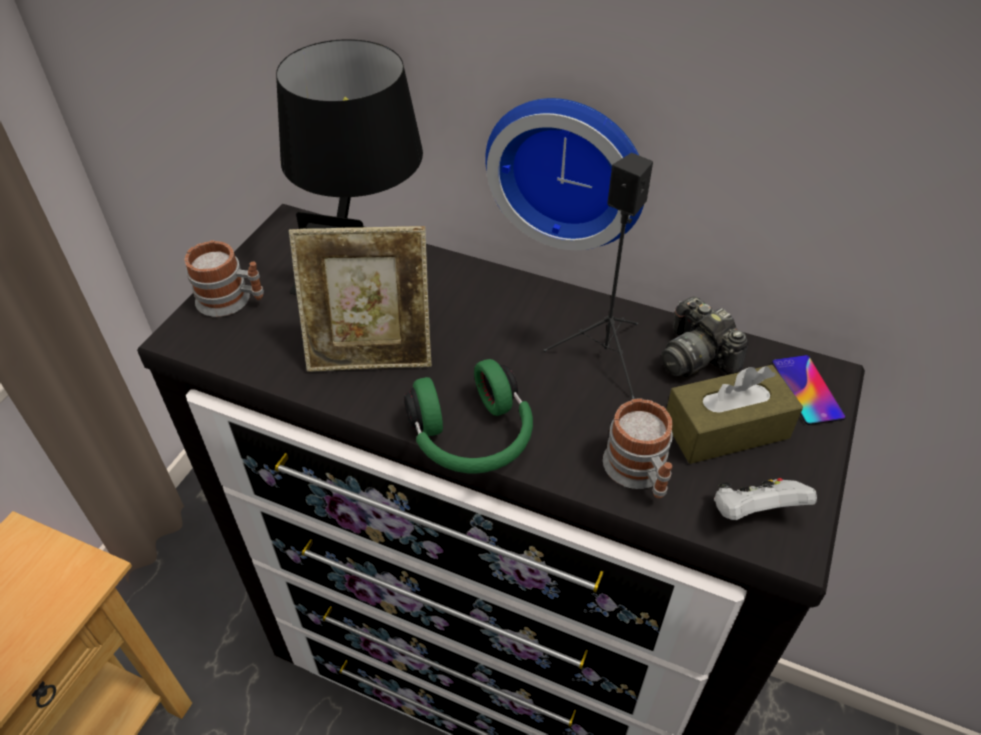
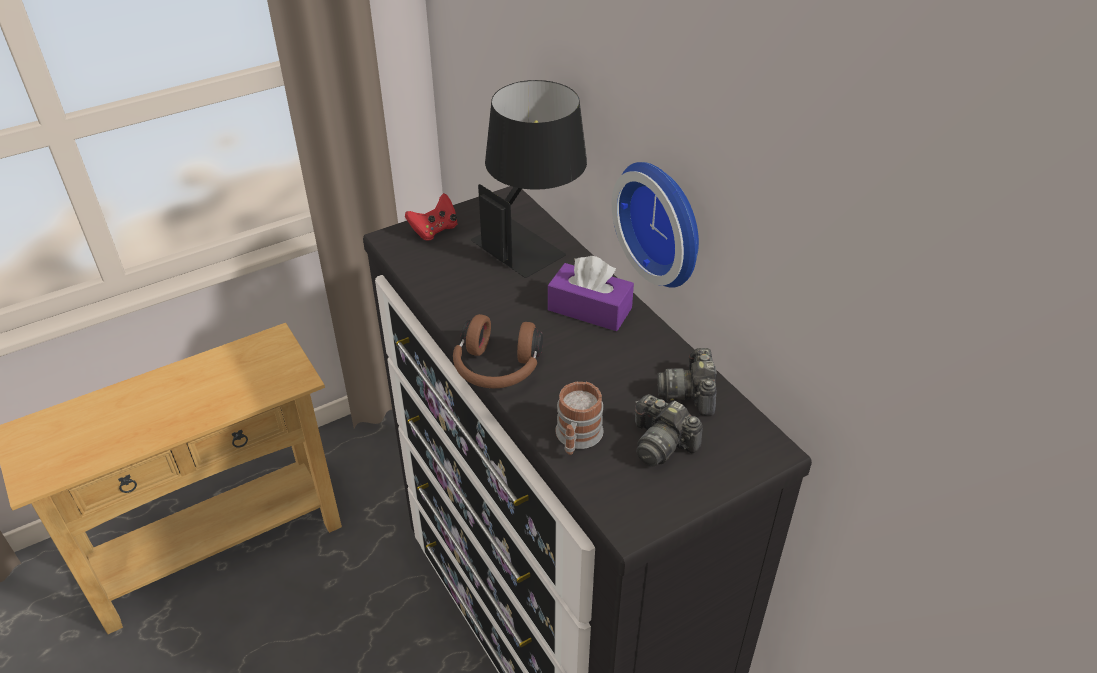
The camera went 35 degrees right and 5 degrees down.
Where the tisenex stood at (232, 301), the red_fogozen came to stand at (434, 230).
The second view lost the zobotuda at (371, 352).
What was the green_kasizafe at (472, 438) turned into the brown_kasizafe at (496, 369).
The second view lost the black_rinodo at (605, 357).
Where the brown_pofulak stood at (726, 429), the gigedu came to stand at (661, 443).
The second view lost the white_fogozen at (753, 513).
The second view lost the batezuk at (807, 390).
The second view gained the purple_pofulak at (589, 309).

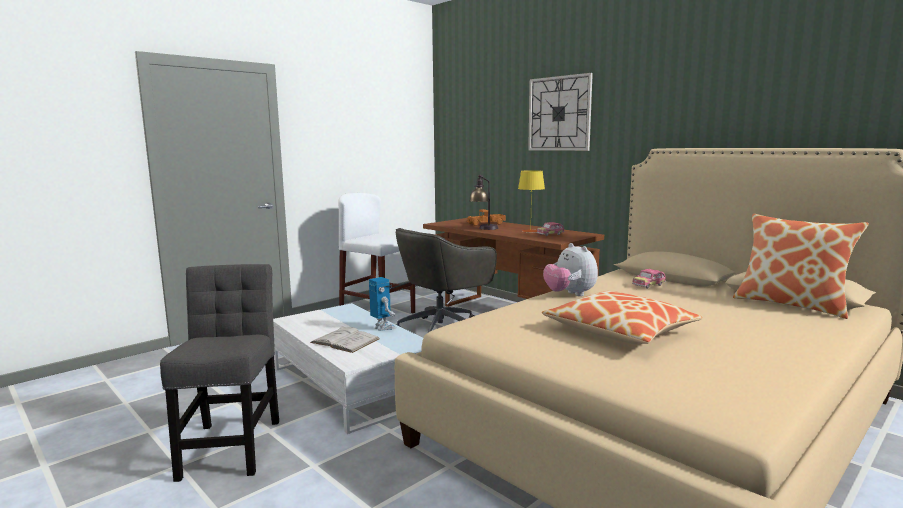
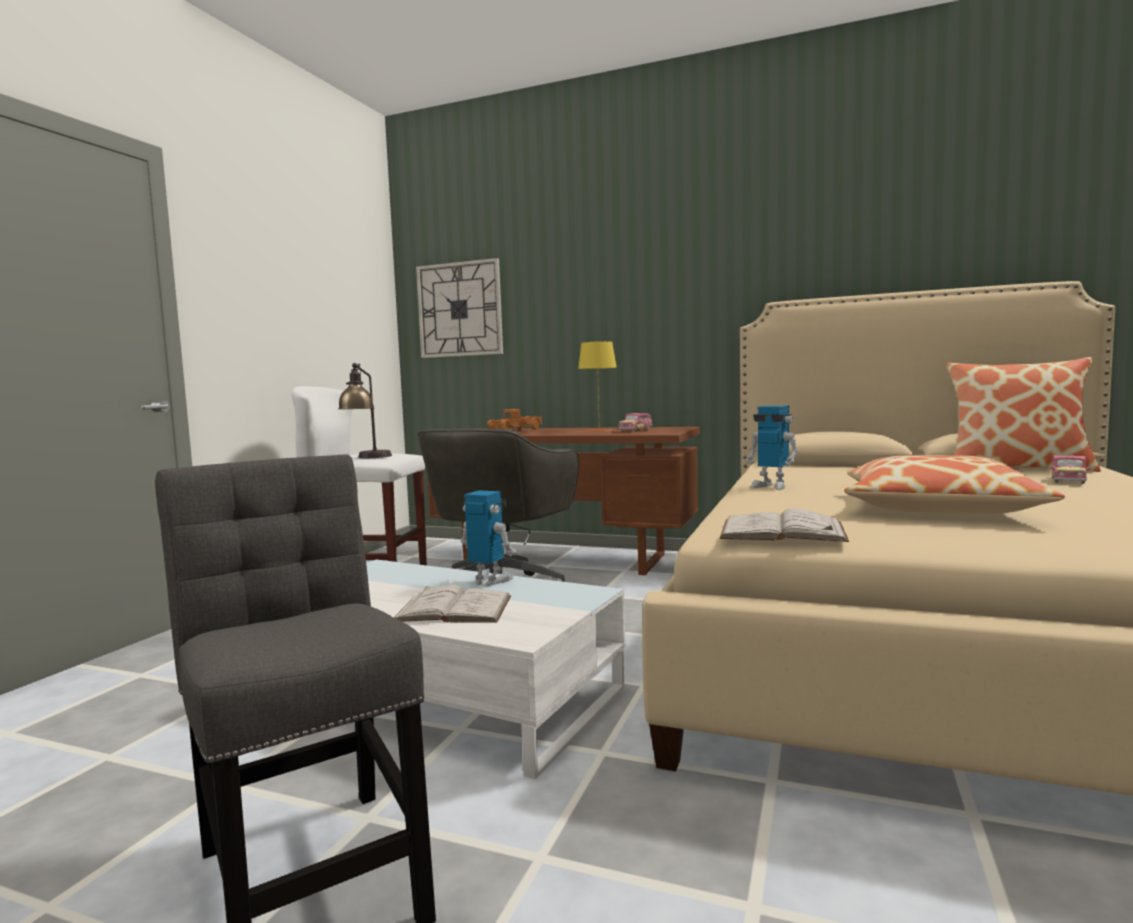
The camera went 25 degrees left and 5 degrees down.
The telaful ended up elsewhere, having gone from (483, 229) to (367, 458).
The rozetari ended up elsewhere, having gone from (559, 113) to (460, 309).
Where the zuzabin stood at (570, 294), the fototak came to stand at (771, 486).
The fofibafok ended up elsewhere, having gone from (648, 285) to (1068, 481).
The second view gained the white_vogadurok at (782, 530).

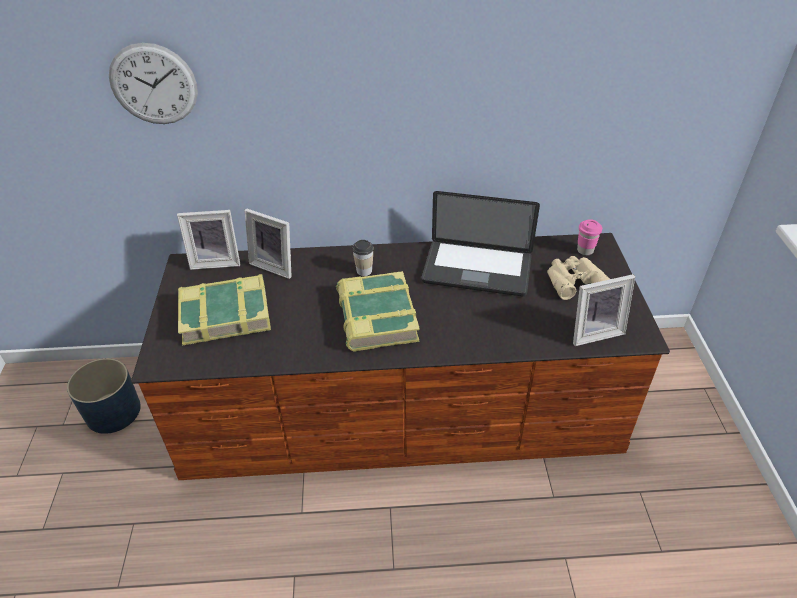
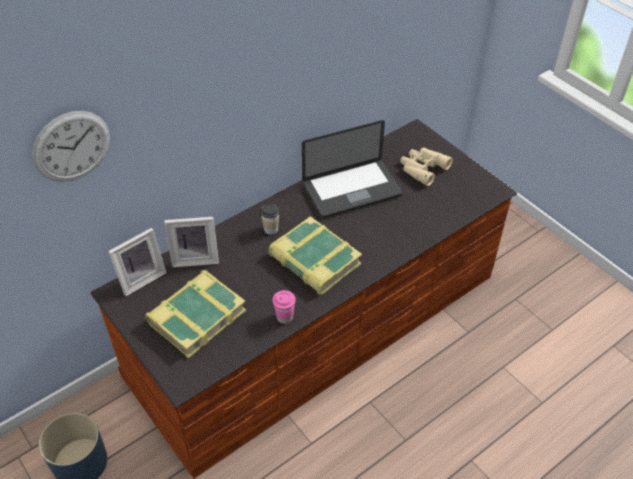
The camera went 35 degrees left and 5 degrees up.
The second view lost the zobotuda at (593, 332).
The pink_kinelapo ended up elsewhere, having gone from (585, 250) to (284, 317).

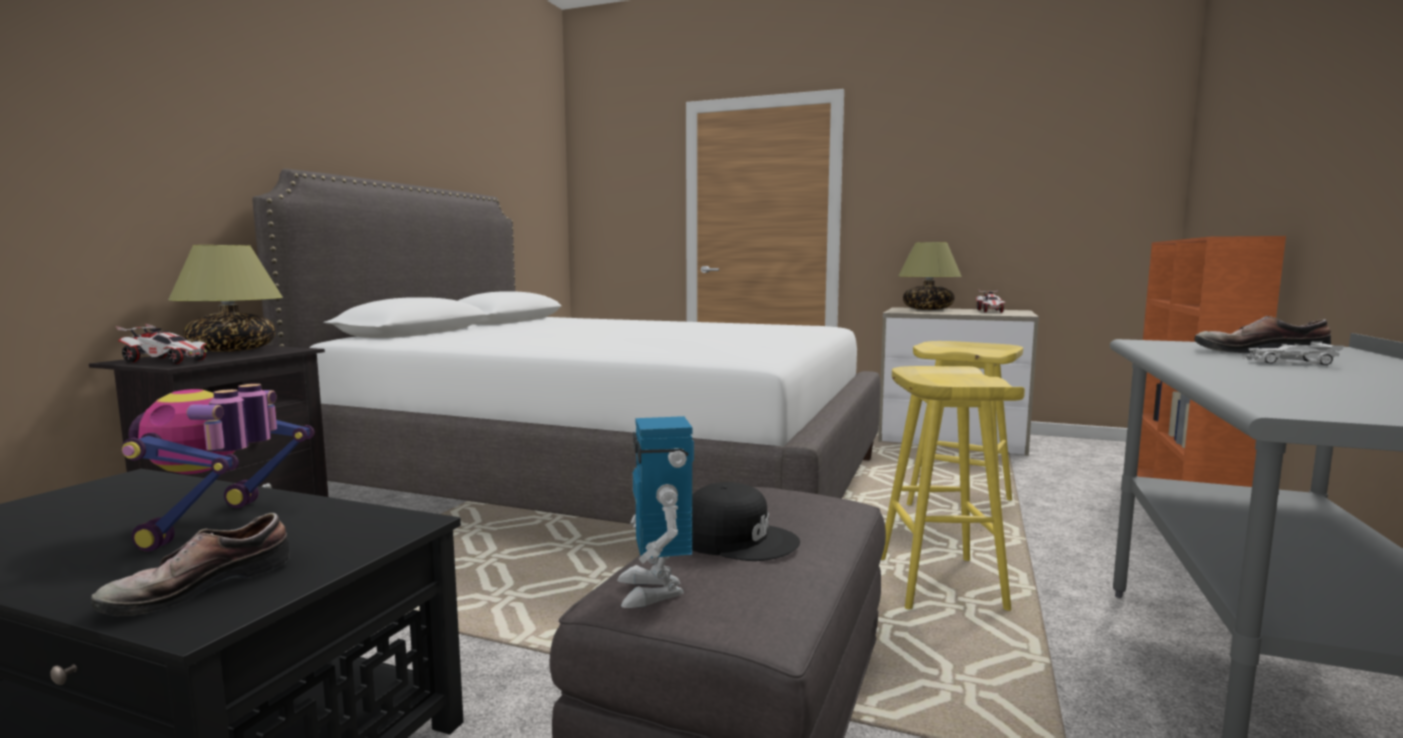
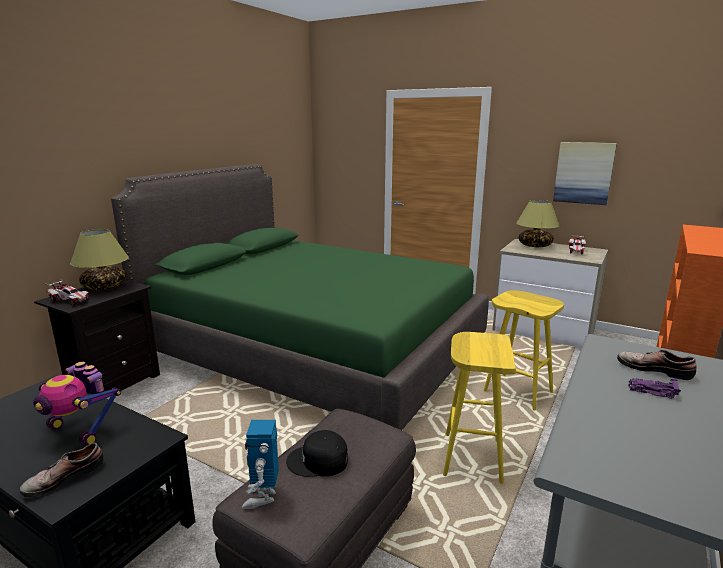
The camera went 10 degrees right and 10 degrees up.
The fototak at (220, 525) ended up facing another way, 75 degrees counterclockwise from before.
What was the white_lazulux at (608, 479) turned into the green_lazulux at (315, 352).
The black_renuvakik at (737, 539) ended up facing another way, 150 degrees clockwise from before.
What was the white_fofibafok at (1288, 362) turned into the purple_fofibafok at (652, 391).
The second view gained the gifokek at (583, 173).

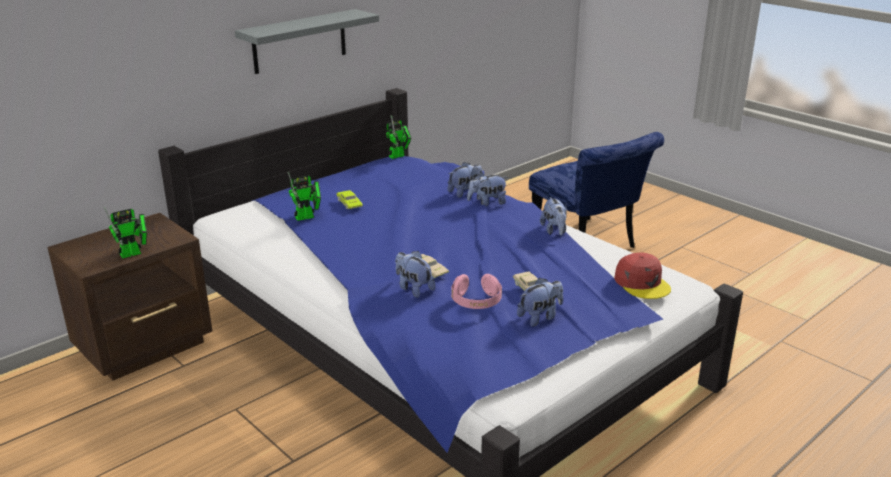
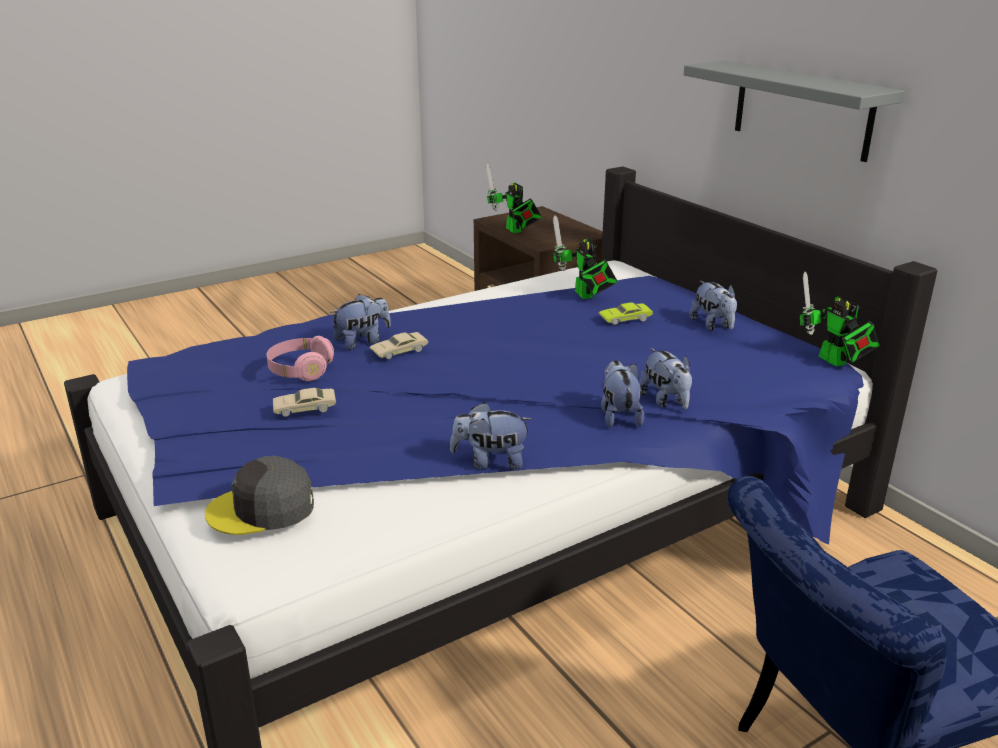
The camera went 100 degrees right and 0 degrees up.
The zuzabin ended up elsewhere, having gone from (540, 317) to (713, 325).
What was the red_renuvakik at (642, 283) turned into the grey_renuvakik at (262, 508).

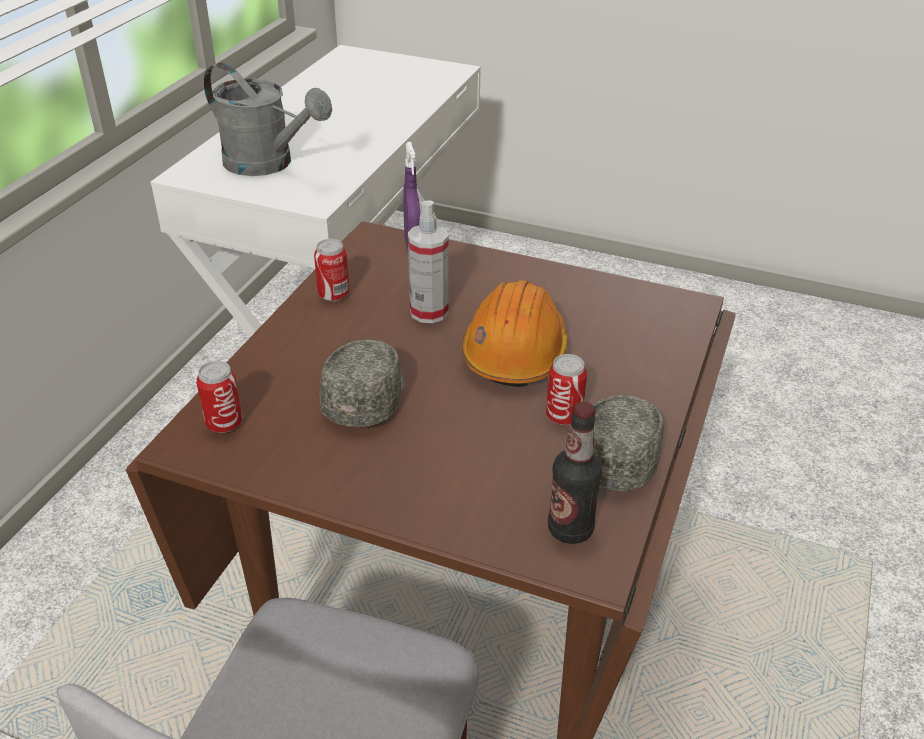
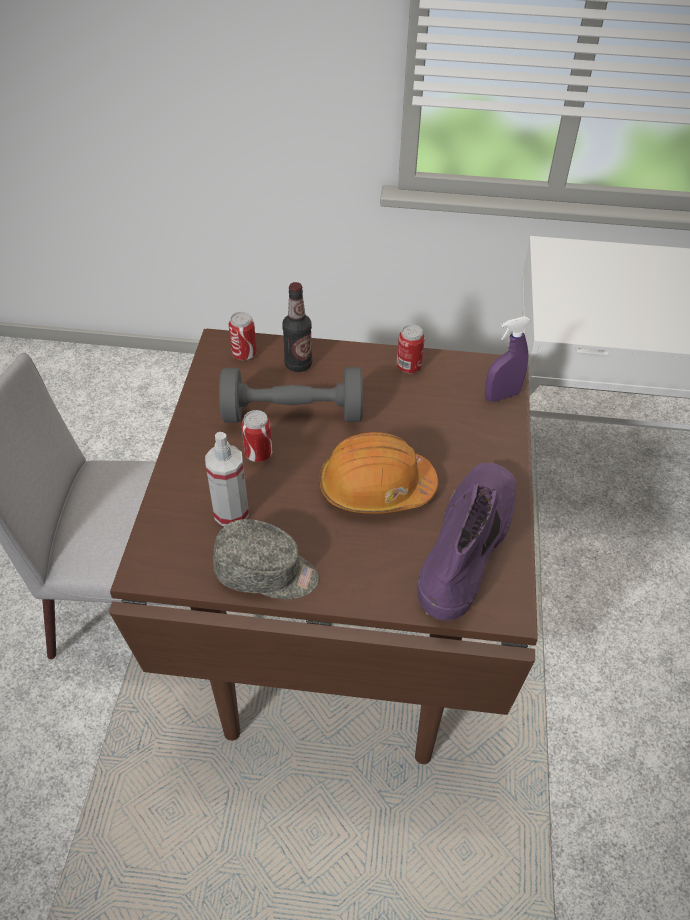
The camera went 75 degrees right and 10 degrees up.
The second view lost the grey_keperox at (268, 164).
Where the grey_renuvakik stood at (367, 396), the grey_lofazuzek came to stand at (293, 414).
The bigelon ended up elsewhere, having gone from (429, 312) to (231, 513).
The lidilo ended up elsewhere, having gone from (563, 416) to (258, 454).
The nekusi ended up elsewhere, having gone from (570, 529) to (298, 364).
The second view gained the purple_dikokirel at (467, 543).

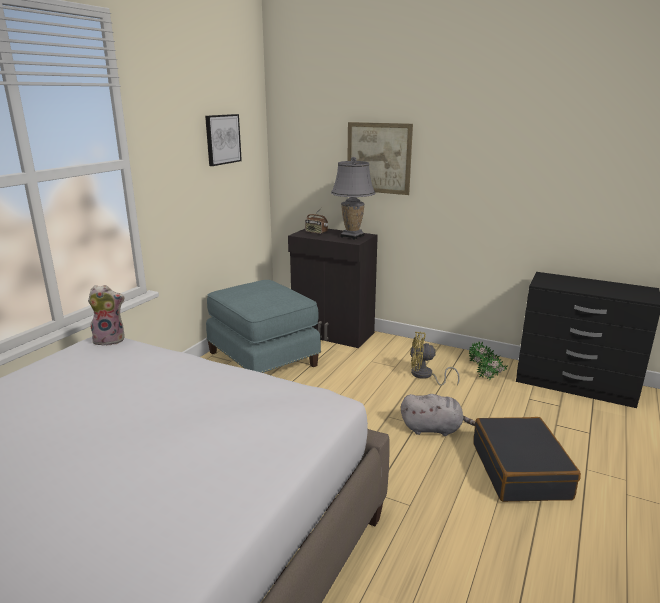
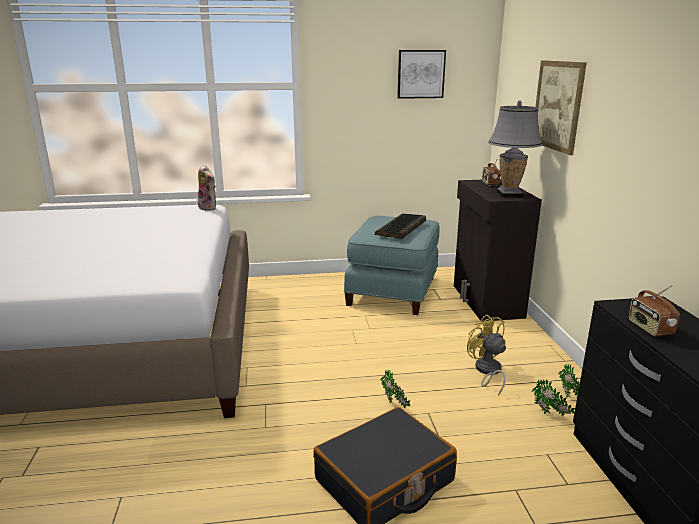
The camera went 55 degrees right and 0 degrees up.
Where the grey_zuzabin stood at (433, 429), the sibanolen came to stand at (394, 405).
The second view gained the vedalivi at (401, 228).
The second view gained the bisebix at (649, 328).

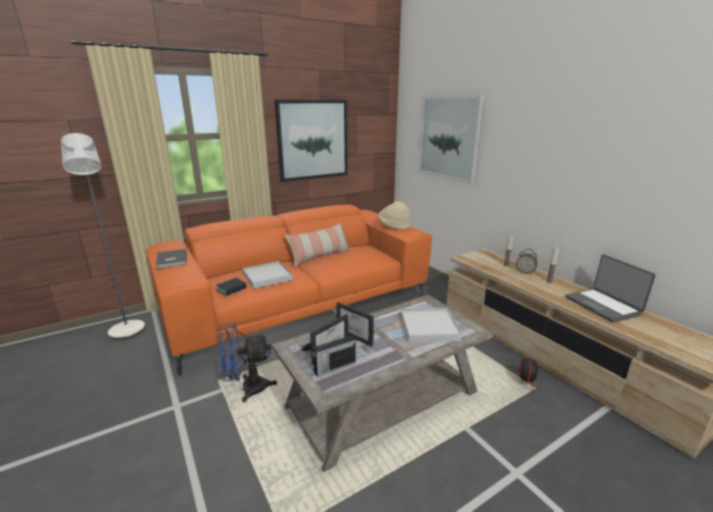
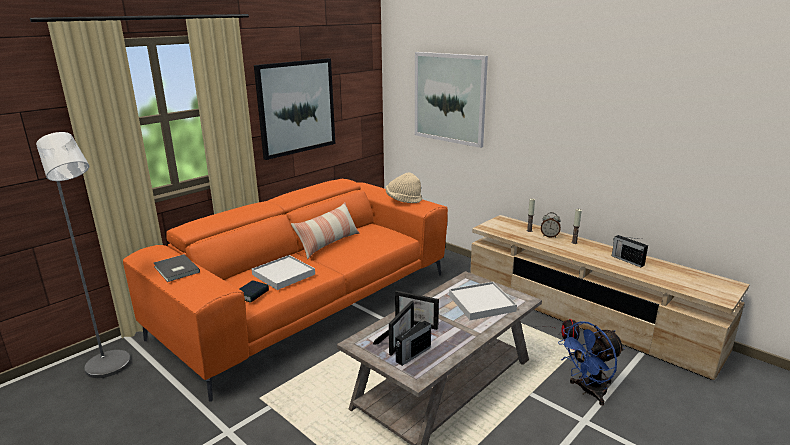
The camera went 15 degrees left and 0 degrees up.
The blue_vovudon ended up elsewhere, having gone from (247, 389) to (588, 392).
Where the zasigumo stood at (603, 306), the bisebix came to stand at (627, 260).

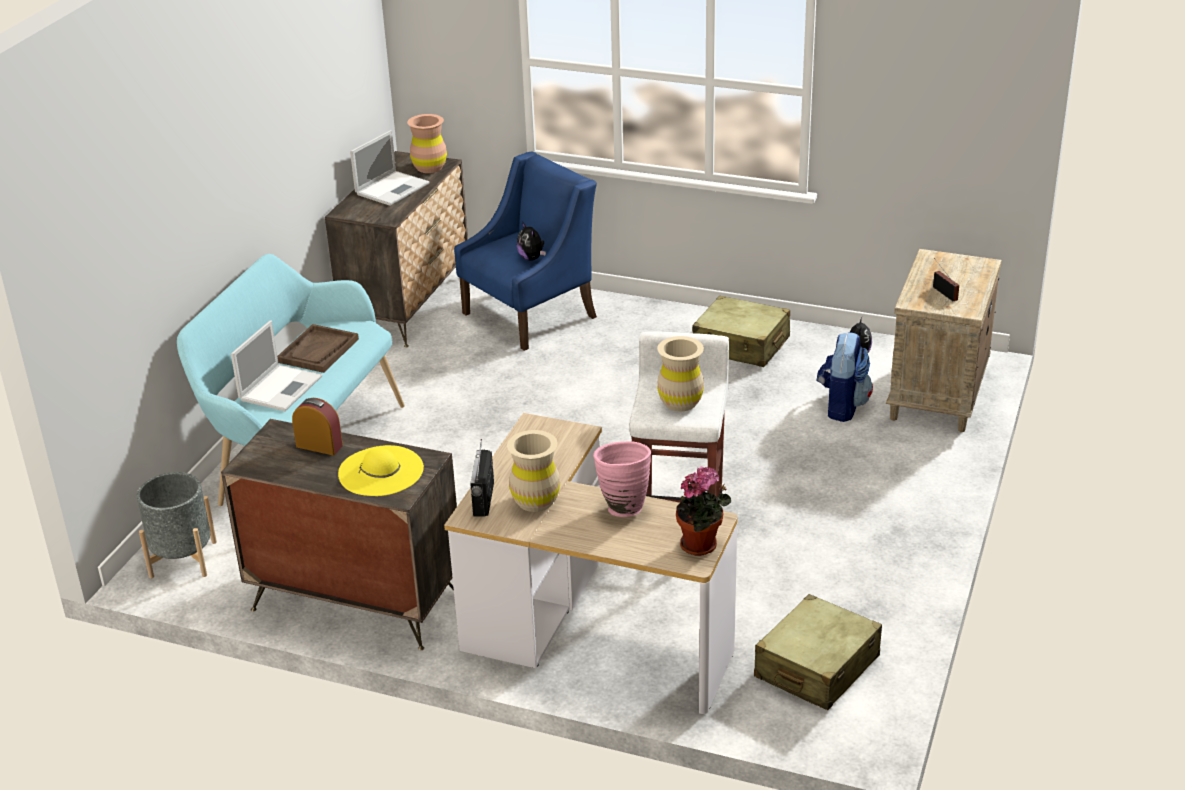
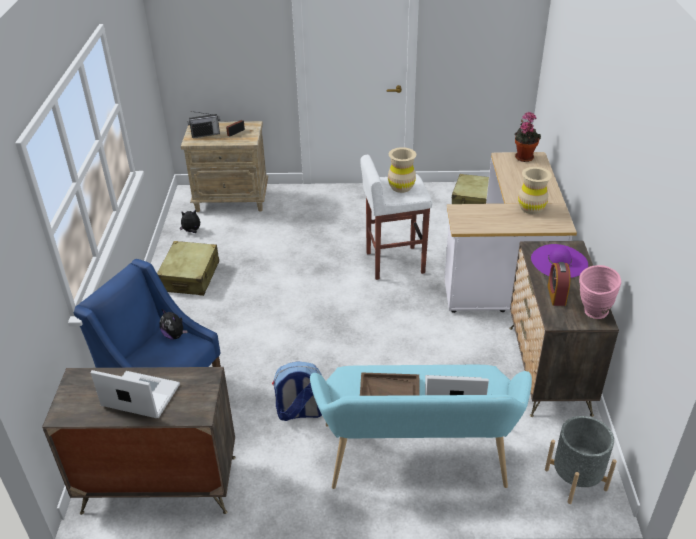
The camera went 110 degrees left and 5 degrees up.
What was the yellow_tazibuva at (381, 471) turned into the purple_tazibuva at (559, 261).
The second view lost the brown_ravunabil at (429, 167).
The bisebix ended up elsewhere, having gone from (483, 499) to (205, 134).
The zuzabin at (532, 258) ended up facing another way, 90 degrees clockwise from before.
The pink_ravunabil ended up elsewhere, having gone from (622, 506) to (592, 314).
The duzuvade ended up elsewhere, having gone from (842, 406) to (299, 412).

